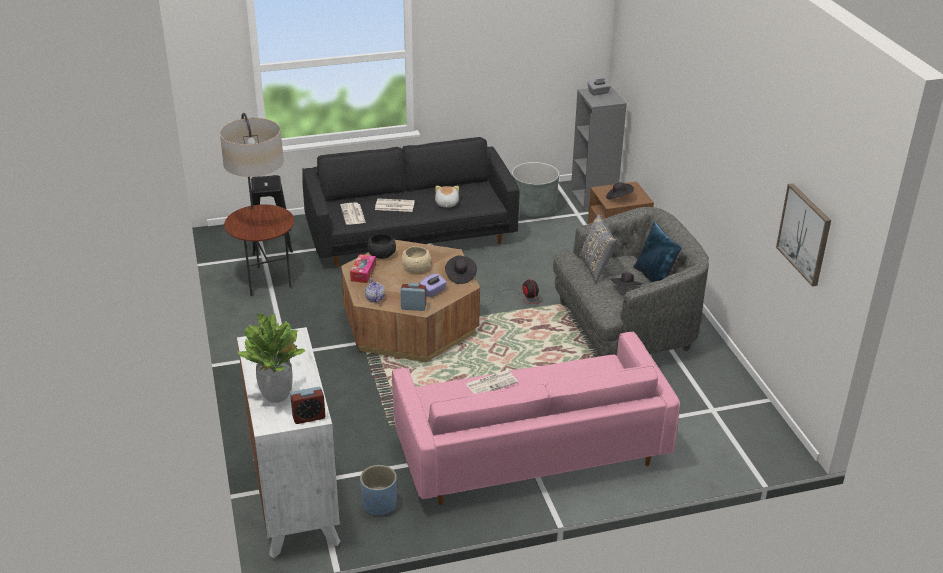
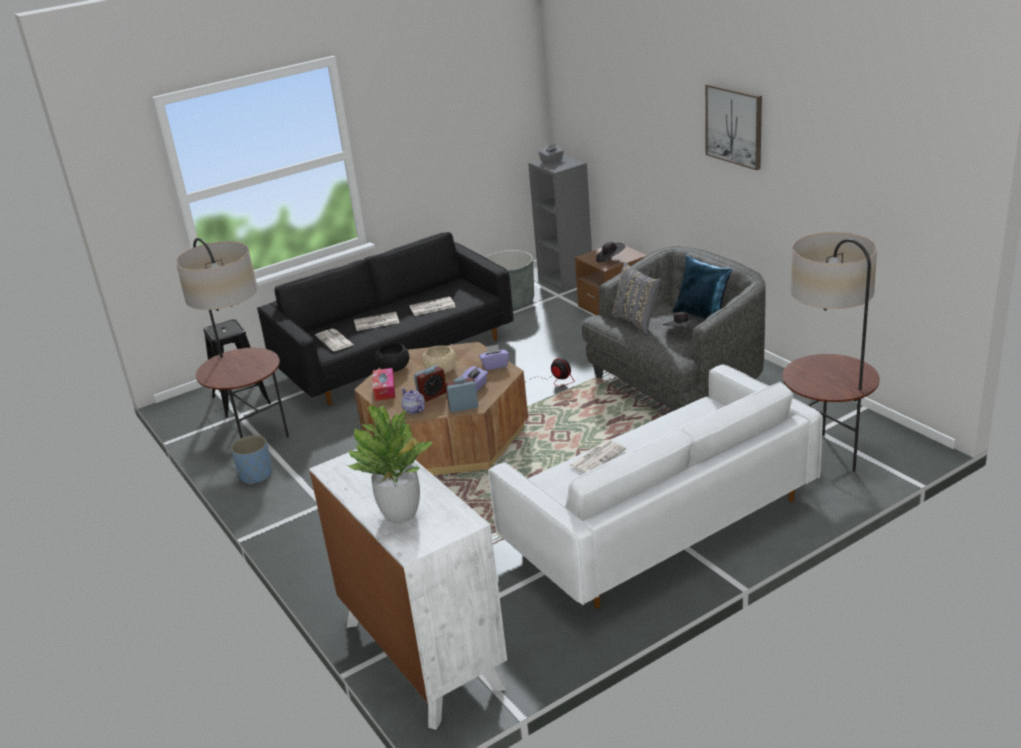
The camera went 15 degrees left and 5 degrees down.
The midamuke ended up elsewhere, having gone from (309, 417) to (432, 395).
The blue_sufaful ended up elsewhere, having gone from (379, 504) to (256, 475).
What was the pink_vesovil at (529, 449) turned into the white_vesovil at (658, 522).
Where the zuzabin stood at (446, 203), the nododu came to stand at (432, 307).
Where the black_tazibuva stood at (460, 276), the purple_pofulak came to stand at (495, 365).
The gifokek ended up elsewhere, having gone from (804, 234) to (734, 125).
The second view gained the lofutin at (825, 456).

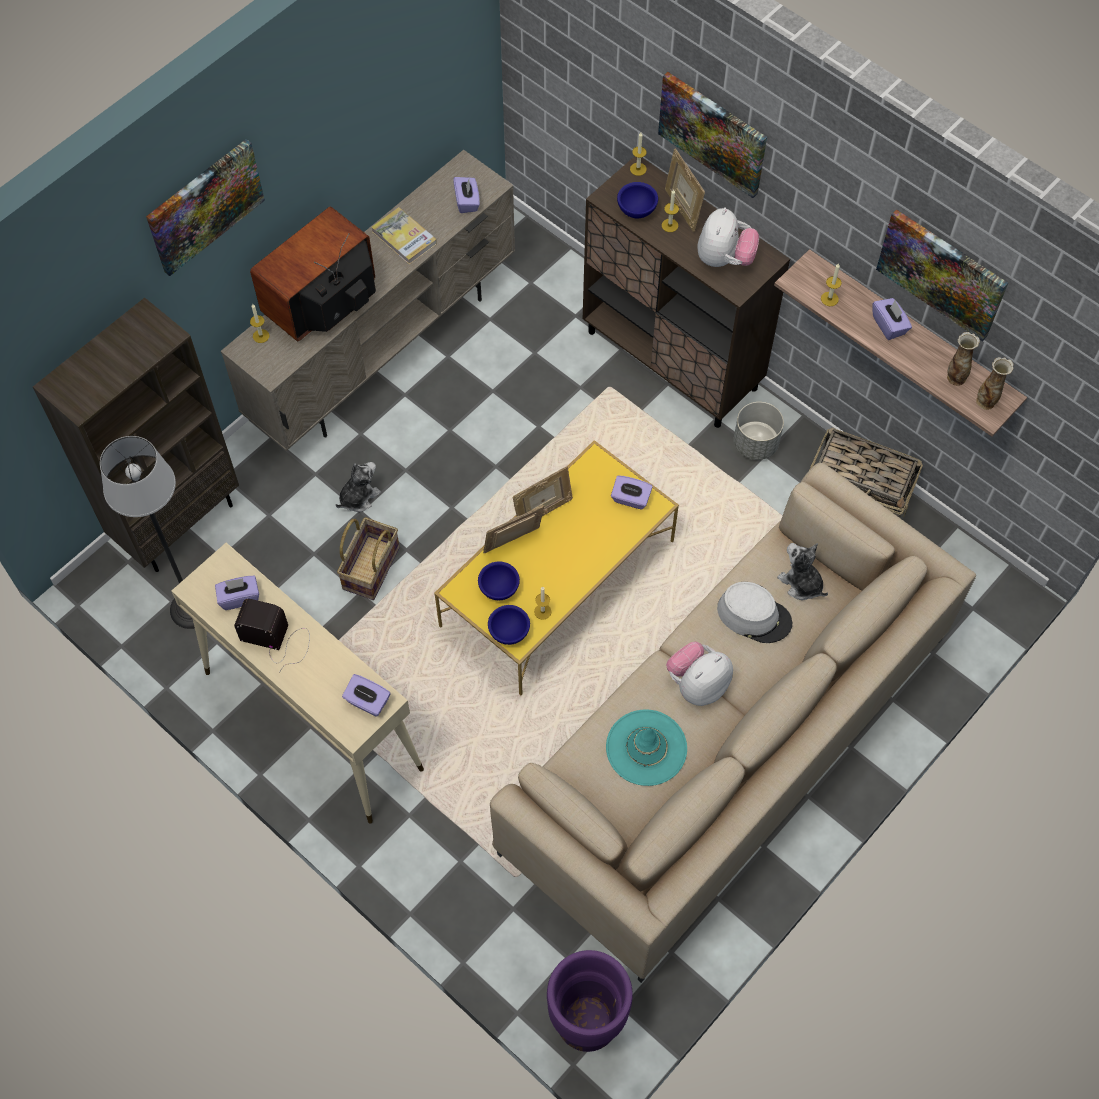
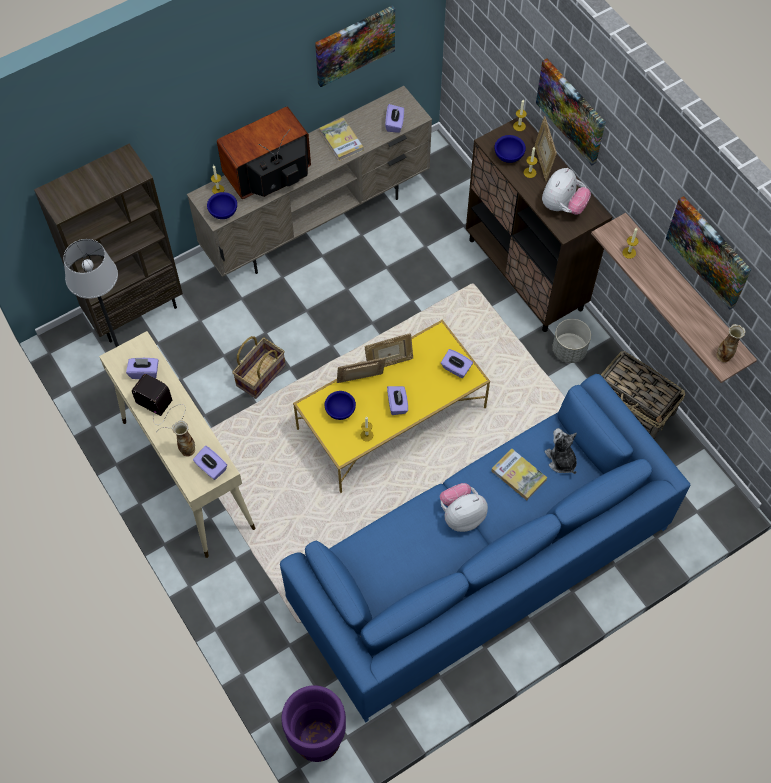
The camera went 15 degrees right and 0 degrees up.
The gifokek ended up elsewhere, having gone from (204, 206) to (354, 45).
The second view lost the zuzabin at (358, 497).
The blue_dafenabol ended up elsewhere, having gone from (509, 632) to (223, 213).
What was the beige_vesovil at (725, 743) turned into the blue_vesovil at (479, 565).
The second view lost the turquoise_tazibuva at (646, 748).
Where the grey_tazibuva stood at (754, 615), the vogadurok came to stand at (518, 475).
The purple_pofulak ended up elsewhere, having gone from (889, 325) to (397, 404).
The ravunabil ended up elsewhere, having gone from (955, 377) to (187, 449).

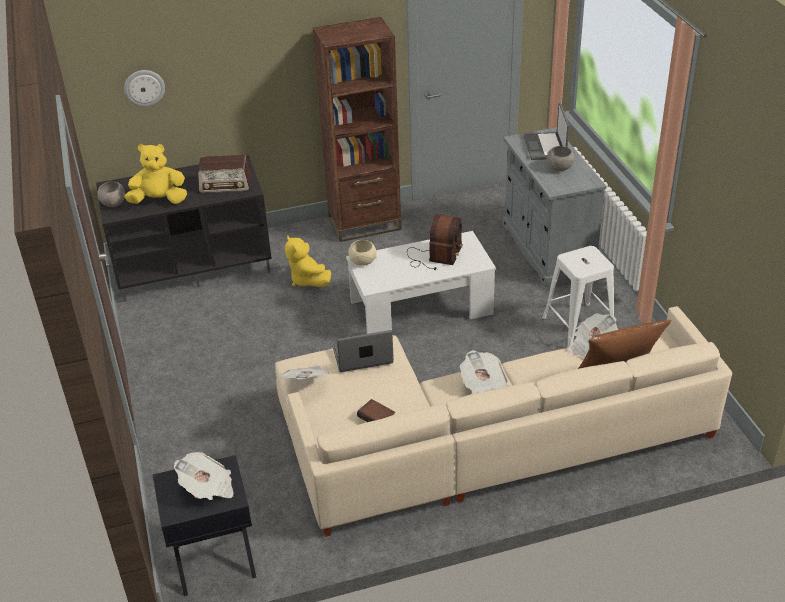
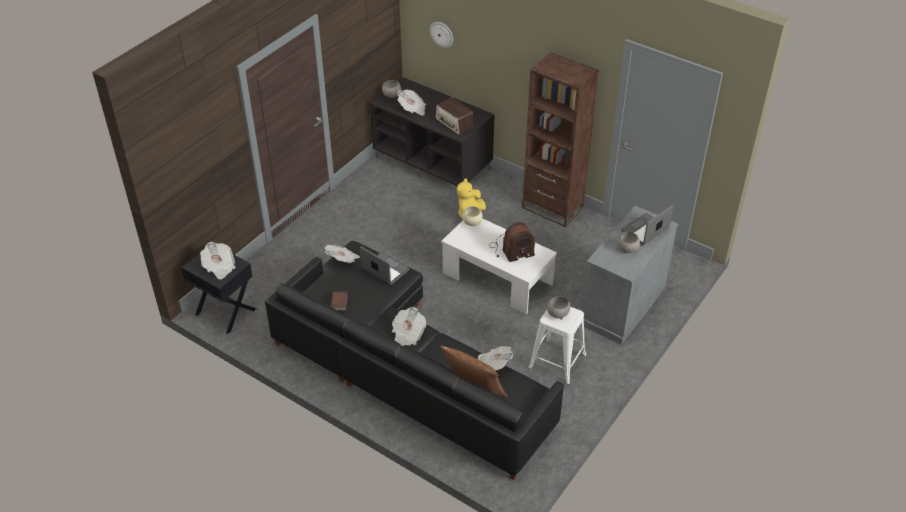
The camera went 50 degrees right and 5 degrees up.
Where the yellow_zuzabin stood at (159, 200), the nododu came to stand at (412, 109).
What was the beige_vesovil at (478, 442) turned into the black_vesovil at (403, 368).
The second view gained the grey_dafenabol at (557, 314).

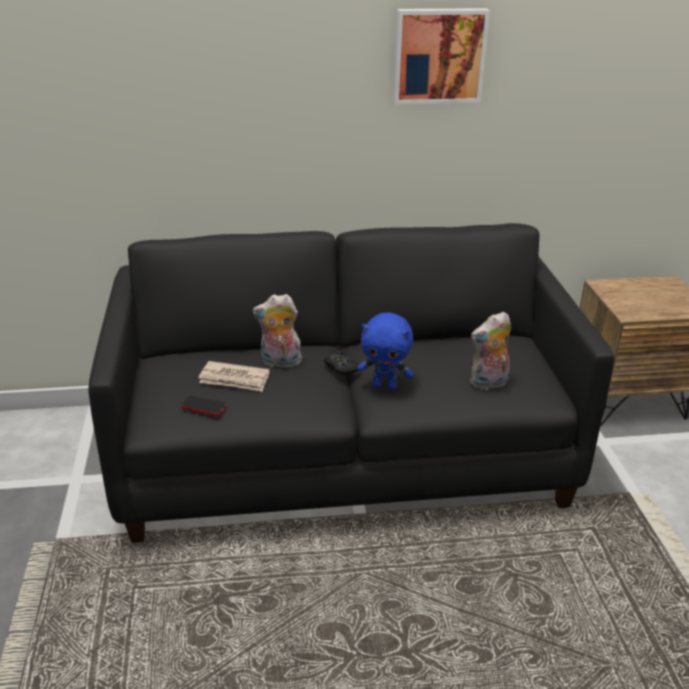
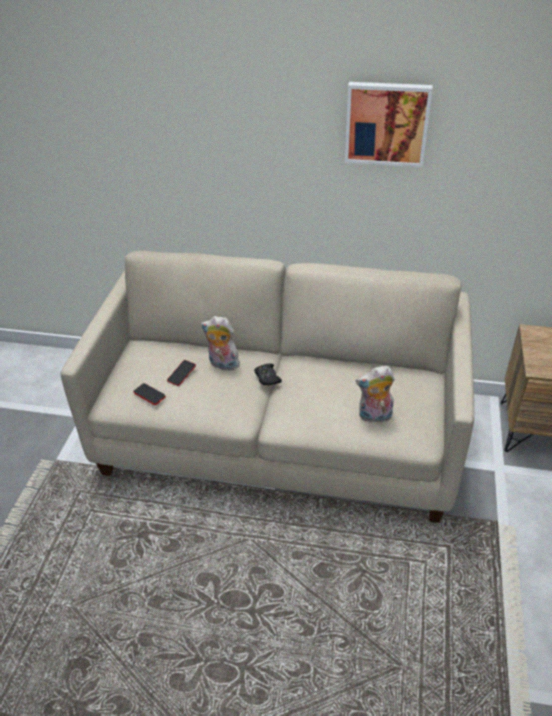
The camera went 20 degrees right and 10 degrees up.
What was the black_vesovil at (343, 455) turned into the beige_vesovil at (279, 435).
Where the nododu stood at (234, 379), the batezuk came to stand at (181, 374).
The second view lost the blue_zuzabin at (385, 386).

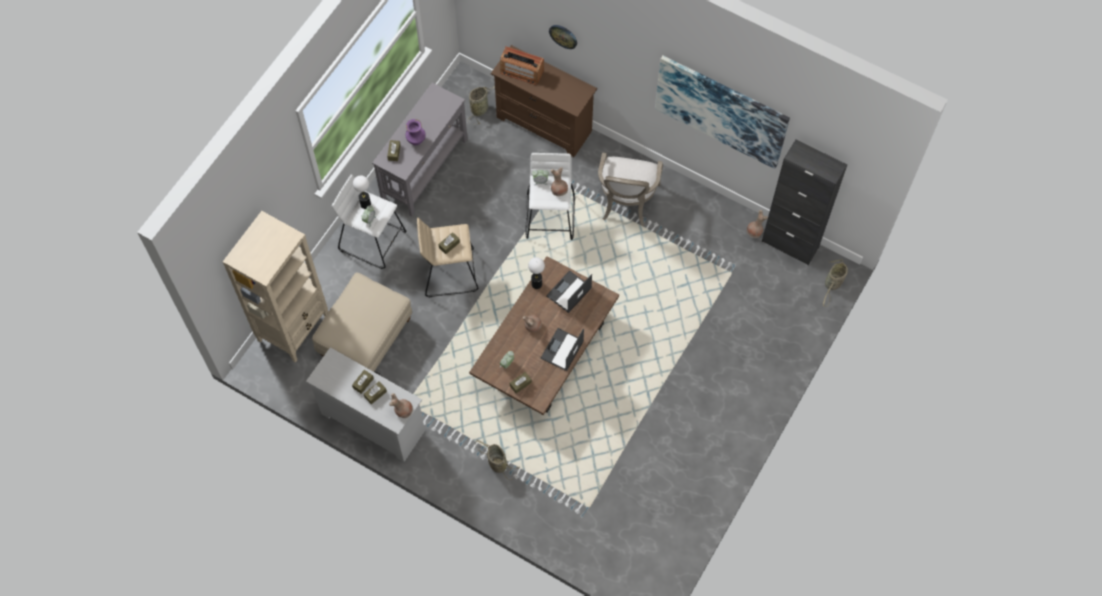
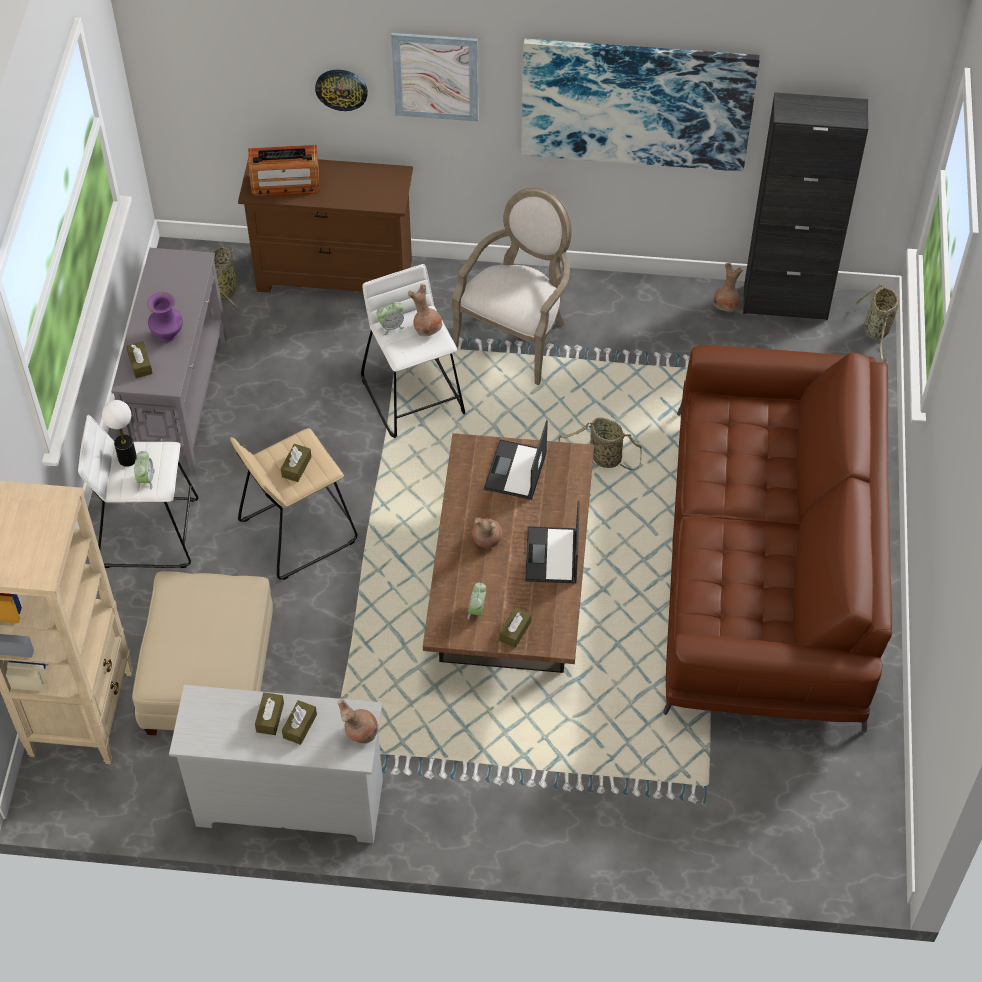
The camera went 25 degrees left and 10 degrees down.
The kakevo ended up elsewhere, having gone from (496, 463) to (603, 457).
The second view lost the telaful at (536, 284).
The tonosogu at (626, 203) ended up facing another way, 135 degrees counterclockwise from before.
The second view gained the gifokek at (435, 76).
The second view gained the brown_vesovil at (767, 567).

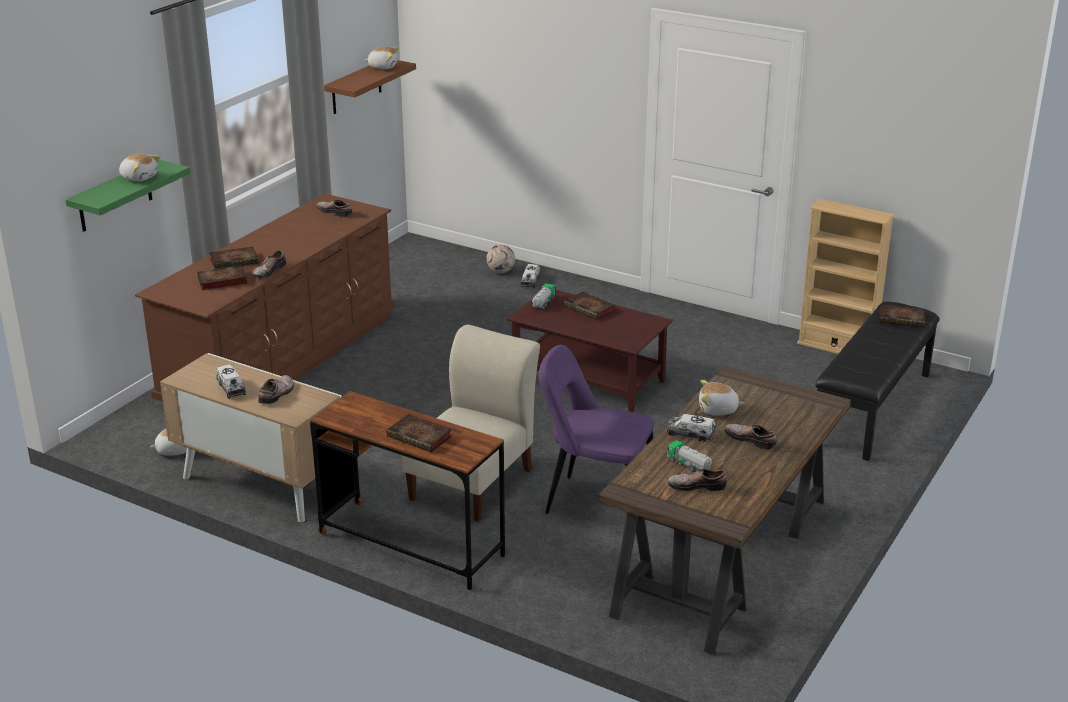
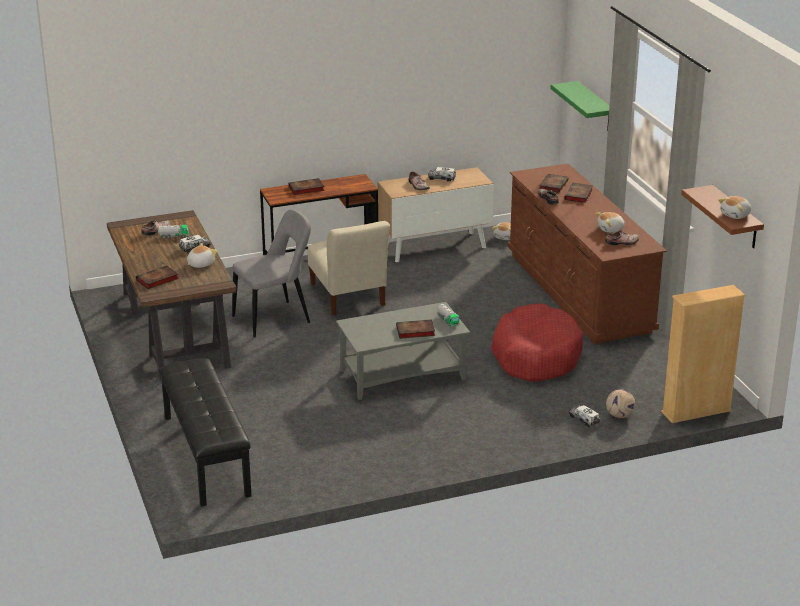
The camera went 130 degrees right and 0 degrees up.
The zuzabin ended up elsewhere, having gone from (139, 177) to (610, 229).
What was the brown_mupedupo at (586, 379) turned into the grey_mupedupo at (403, 374).
What was the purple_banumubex at (594, 502) turned into the grey_banumubex at (275, 319).
The second view lost the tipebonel at (751, 439).
The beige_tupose ended up elsewhere, having gone from (836, 347) to (696, 411).
The vogadurok ended up elsewhere, having gone from (902, 319) to (156, 280).
The second view gained the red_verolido at (536, 356).

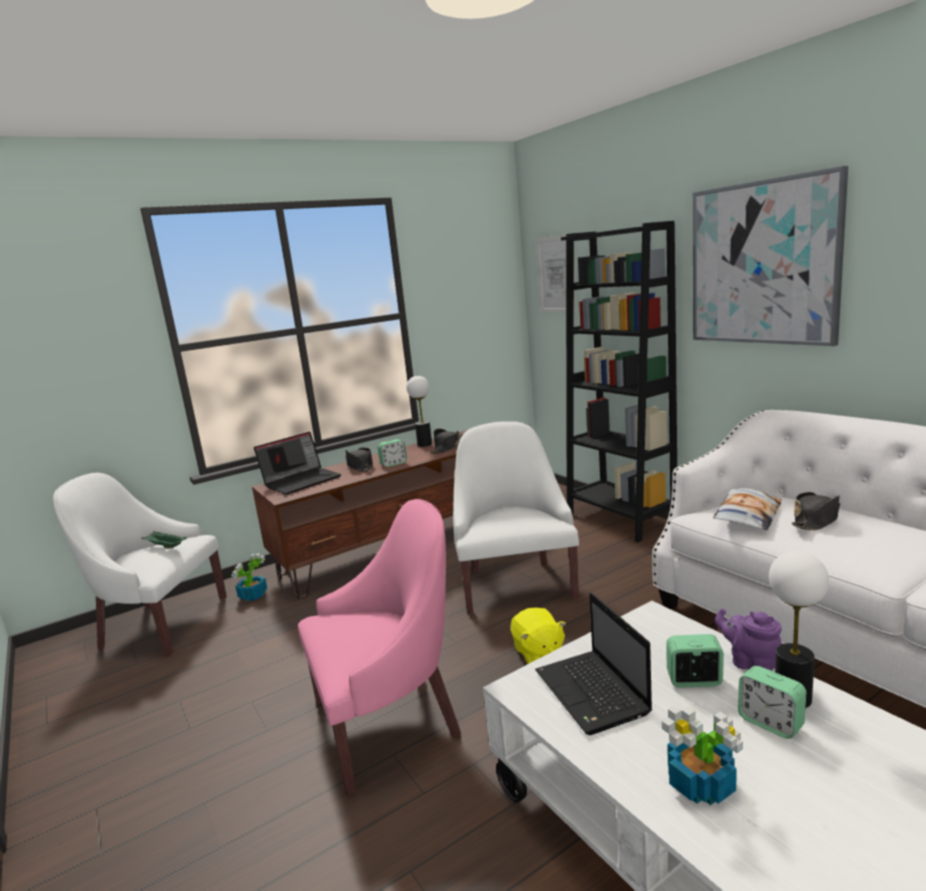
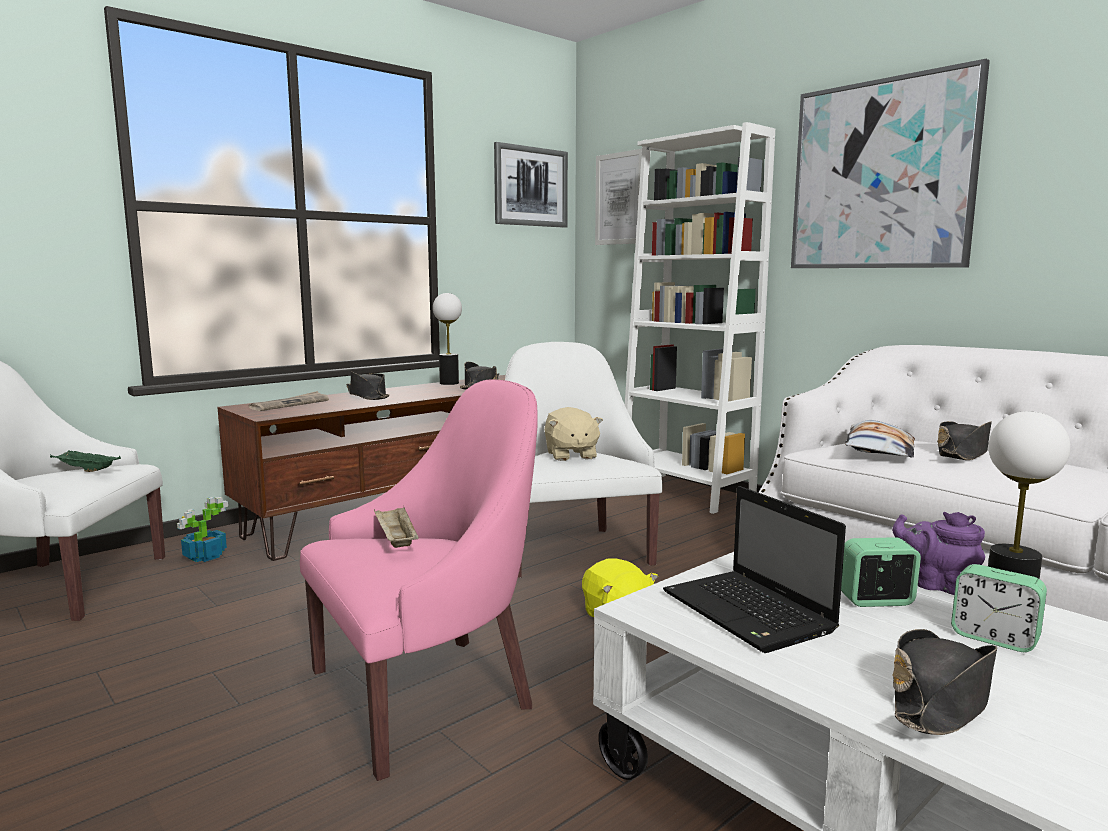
The camera went 10 degrees left and 5 degrees down.
Where the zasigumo stood at (302, 481), the nododu came to stand at (290, 404).
The second view lost the midamuke at (393, 464).
What was the black_tupose at (620, 519) turned into the white_tupose at (685, 492).
Where the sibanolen stood at (702, 784), the black_tazibuva came to stand at (941, 699).
The second view gained the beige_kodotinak at (396, 540).
The second view gained the gifokek at (531, 187).
The second view gained the beige_zuzabin at (570, 455).

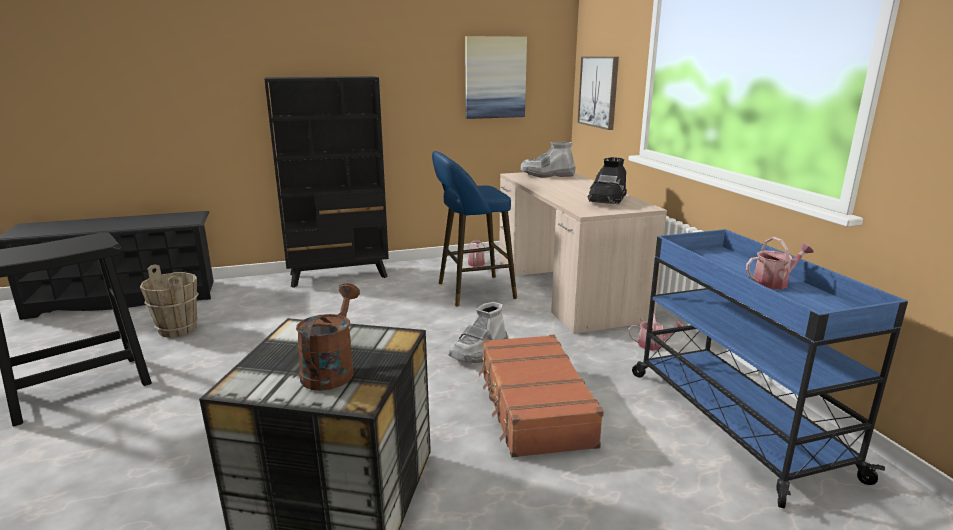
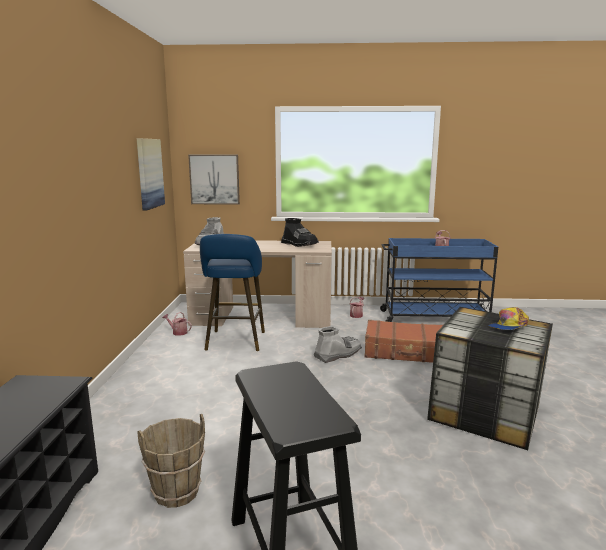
The camera went 70 degrees left and 5 degrees down.
The second view lost the black_tupose at (339, 276).
Where the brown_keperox stood at (331, 369), the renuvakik came to stand at (508, 326).
The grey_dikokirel at (480, 352) ended up facing another way, 90 degrees counterclockwise from before.

